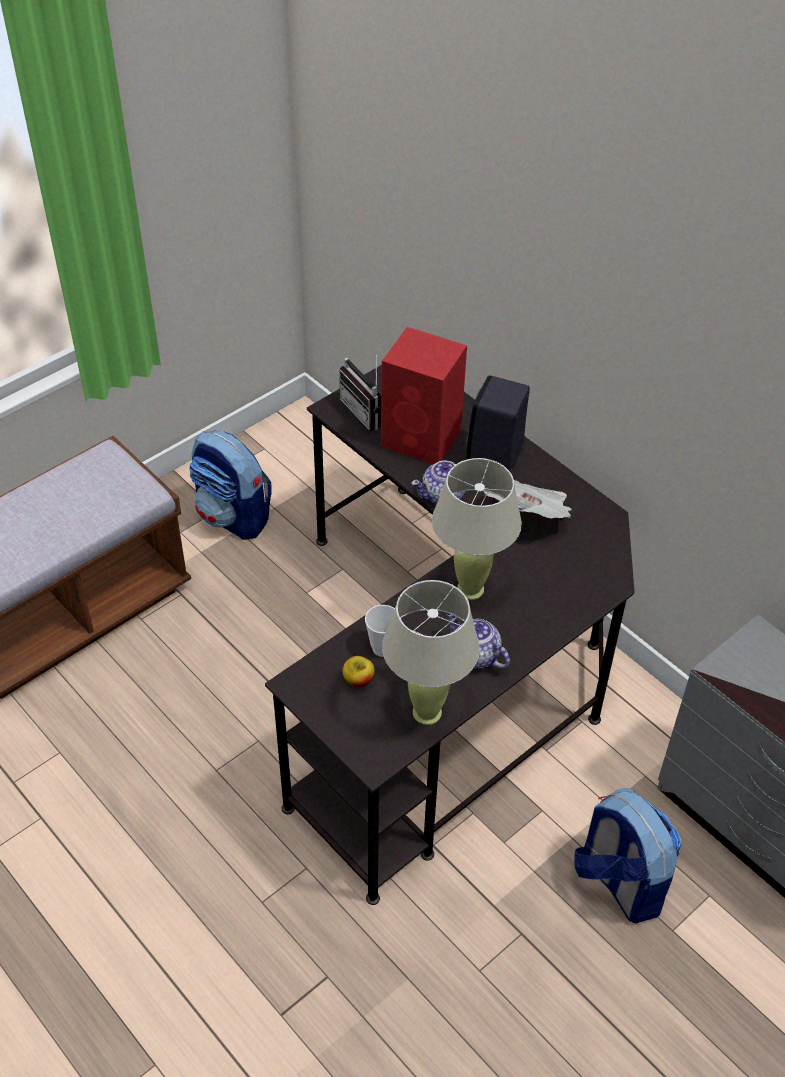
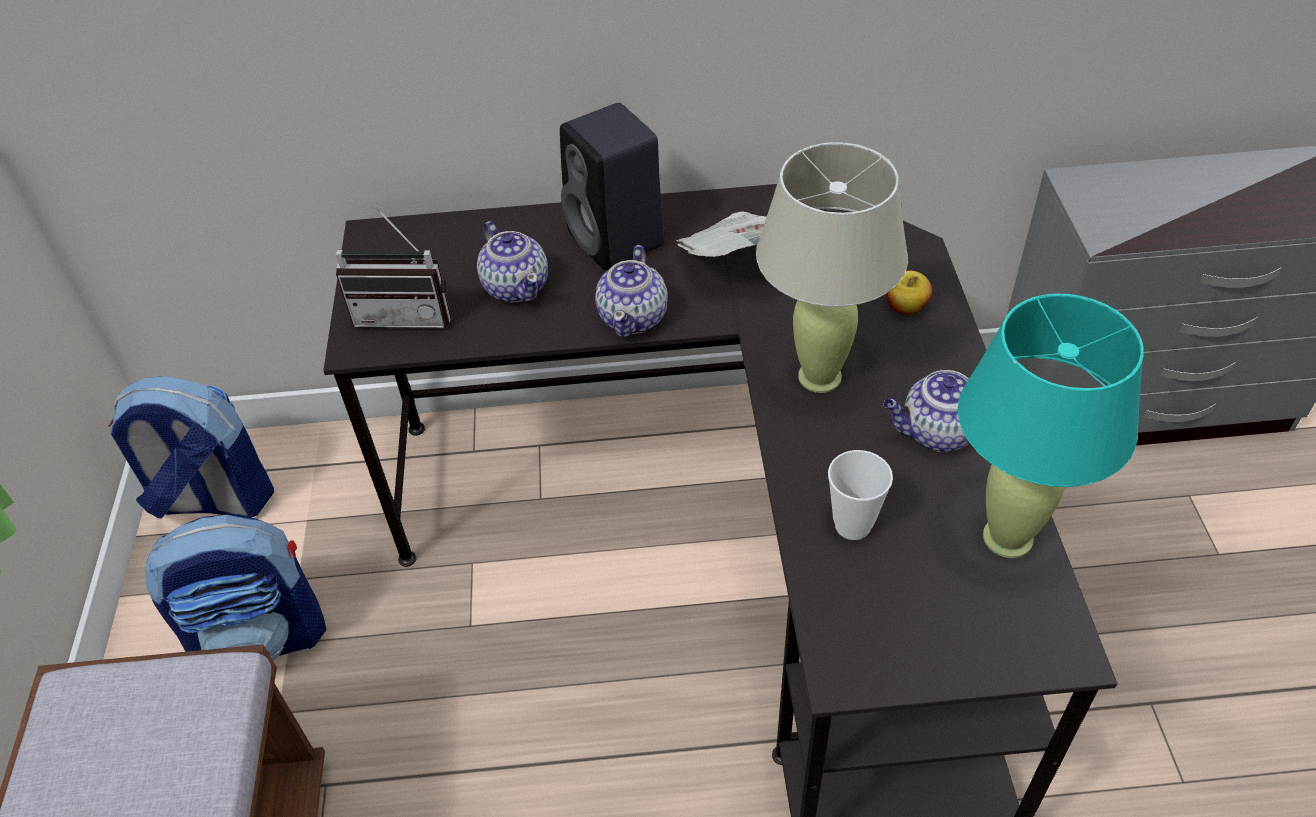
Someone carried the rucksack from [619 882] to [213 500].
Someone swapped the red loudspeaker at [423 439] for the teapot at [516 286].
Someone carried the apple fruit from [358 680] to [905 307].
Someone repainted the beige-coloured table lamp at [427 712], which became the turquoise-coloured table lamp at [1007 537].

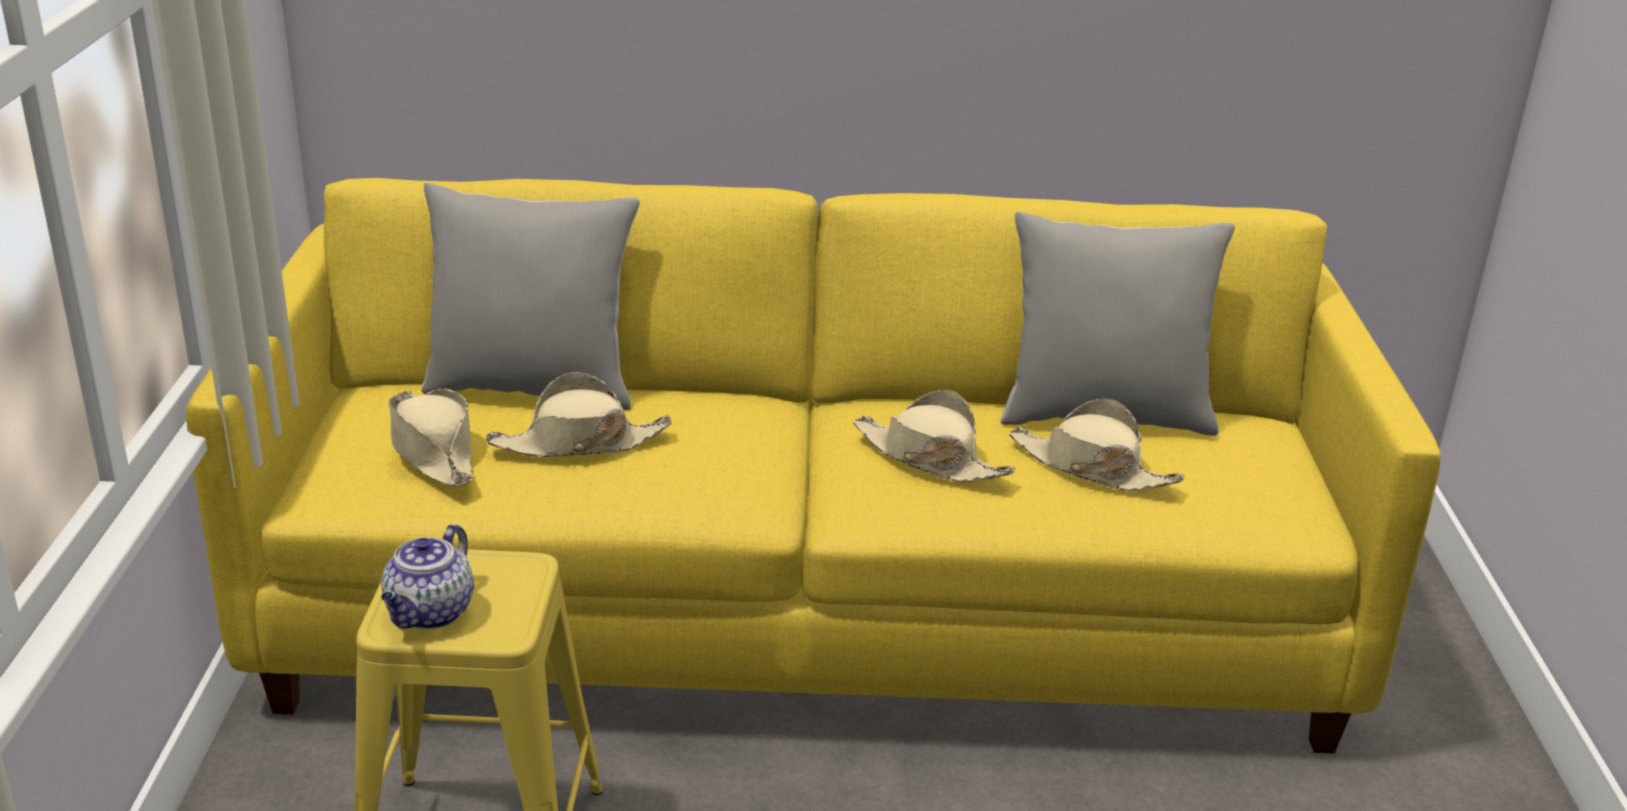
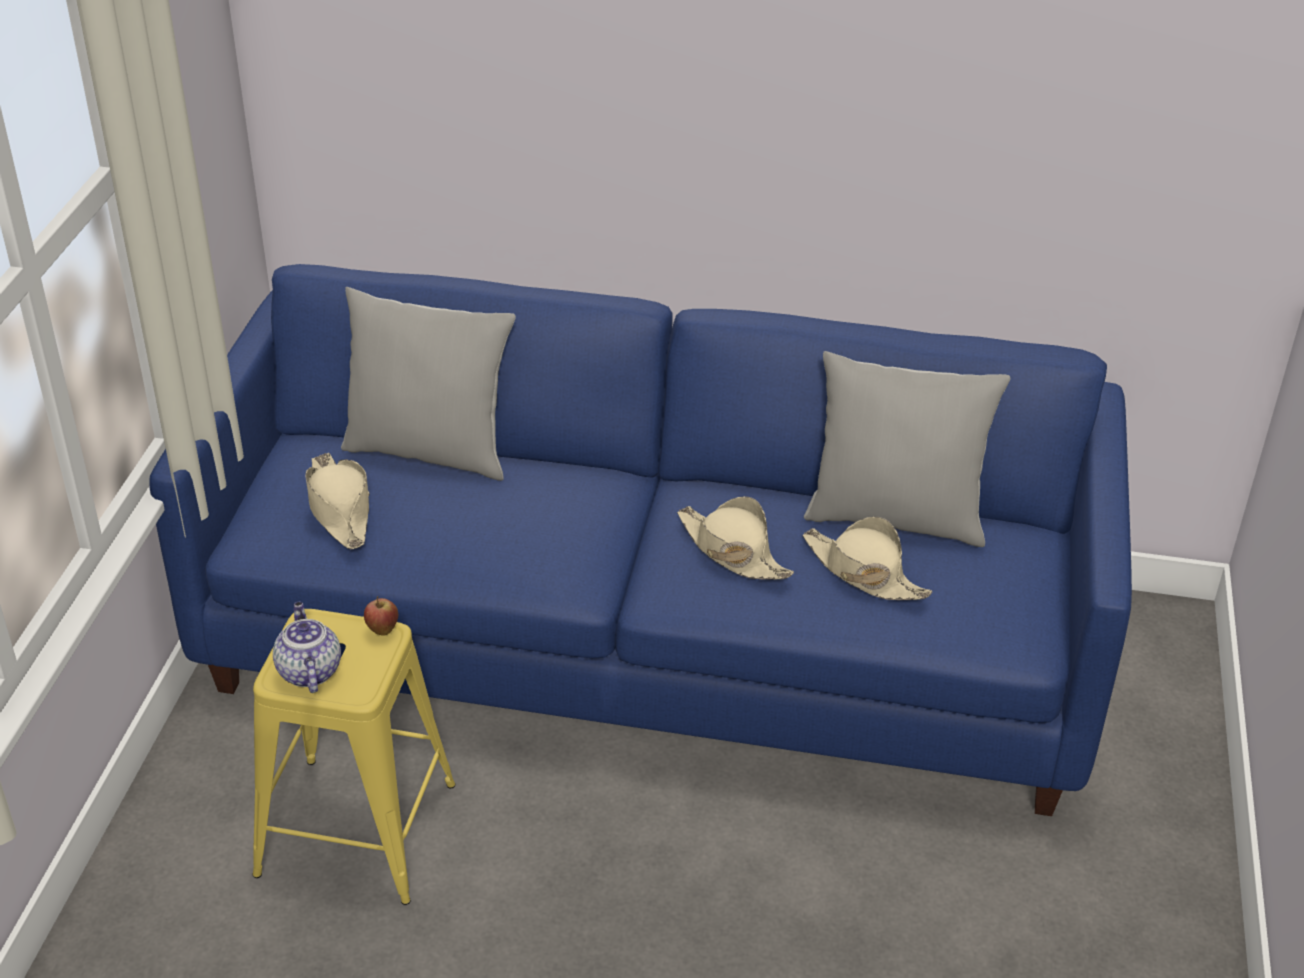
Someone repainted the yellow-coloured sofa at [806 614], which became the blue-coloured sofa at [650 642].
Someone rotated the teapot at [430 614] by 135 degrees clockwise.
Someone put down the apple fruit at [382 630].
Someone took away the beige-coloured wearable hat at [579 443].

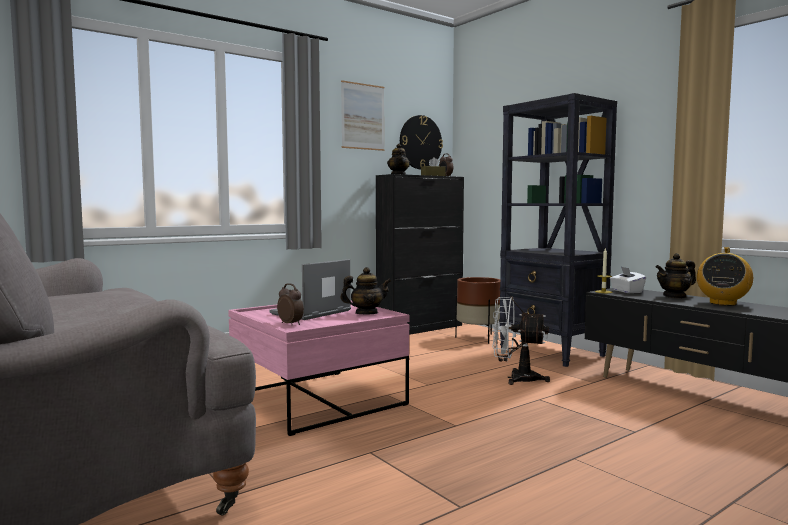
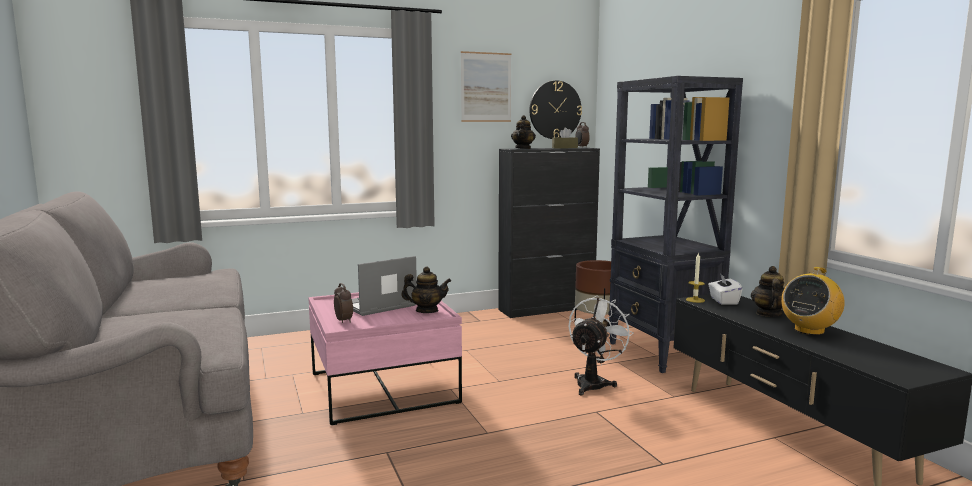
Someone rotated the white electric fan at [516 378] by 90 degrees clockwise.
Someone rotated the teapot at [675 296] by 105 degrees clockwise.

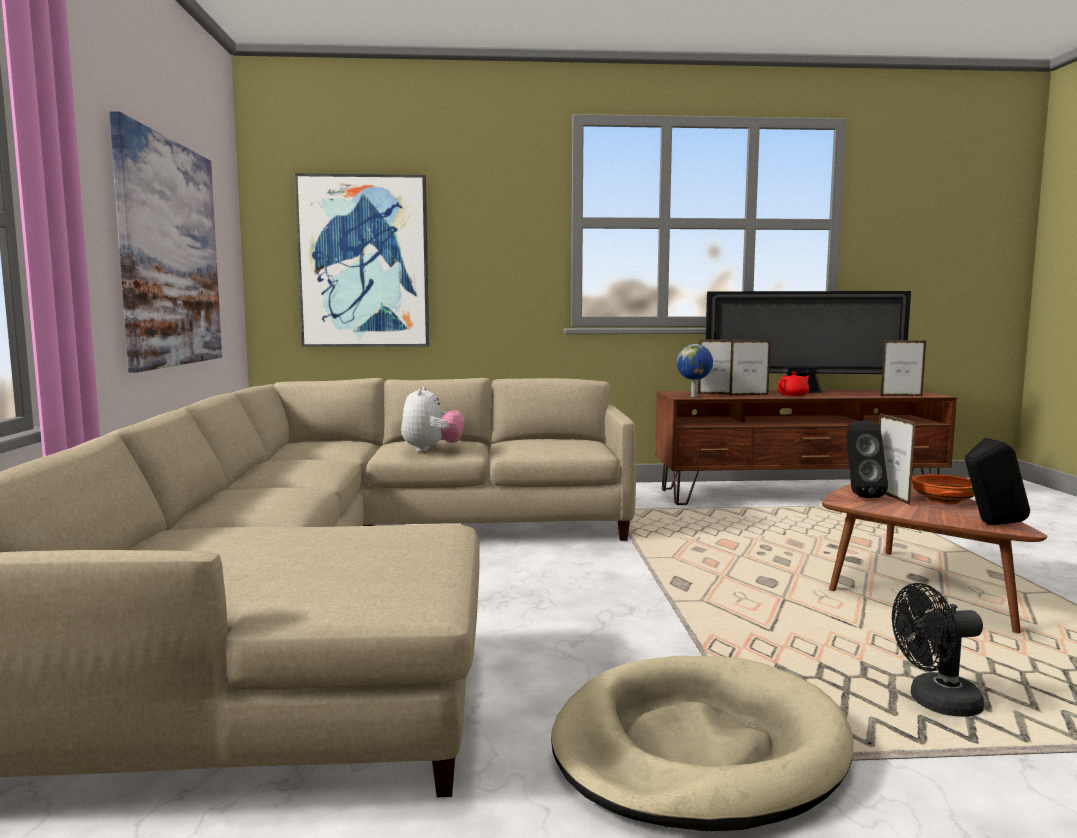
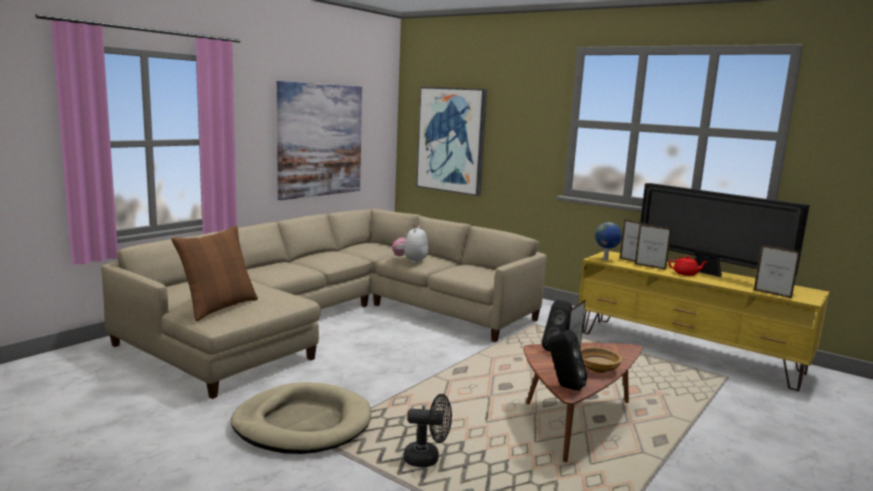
Someone put down the brown-coloured pillow at [219 307].
Someone rotated the plush toy at [431 449] by 150 degrees clockwise.
Someone rotated the black electric fan at [935 703] by 150 degrees clockwise.
Someone repainted the brown-coloured tv unit at [797 495], which became the yellow-coloured tv unit at [688 352].
Someone repainted the orangey serving bowl at [943 500], which became the beige-coloured serving bowl at [598 368].

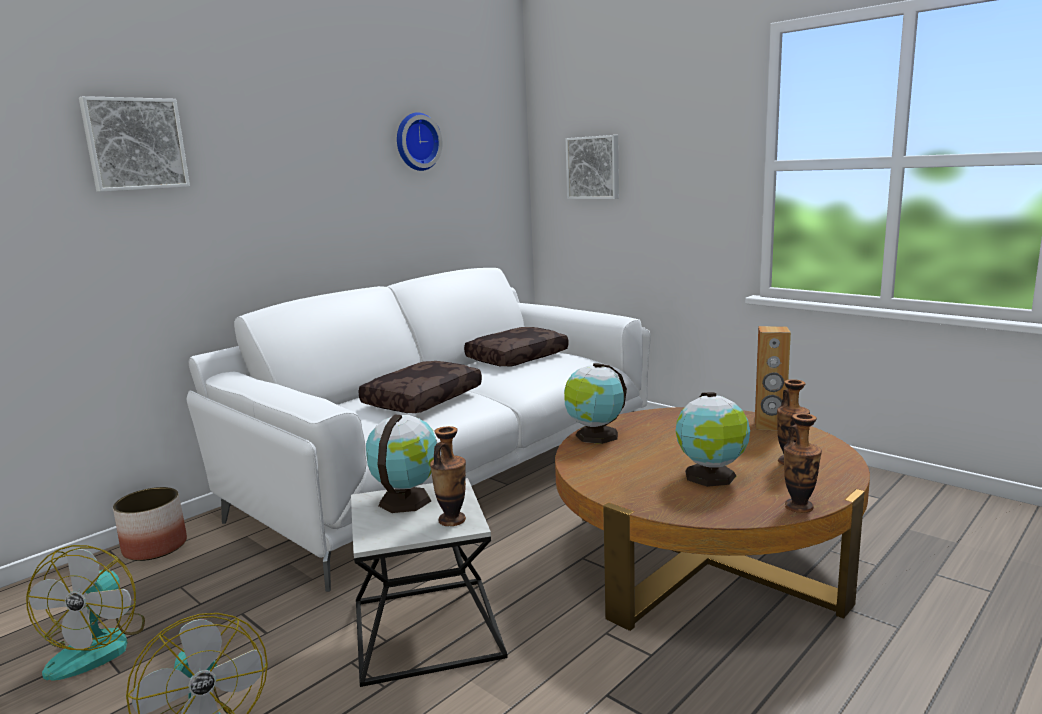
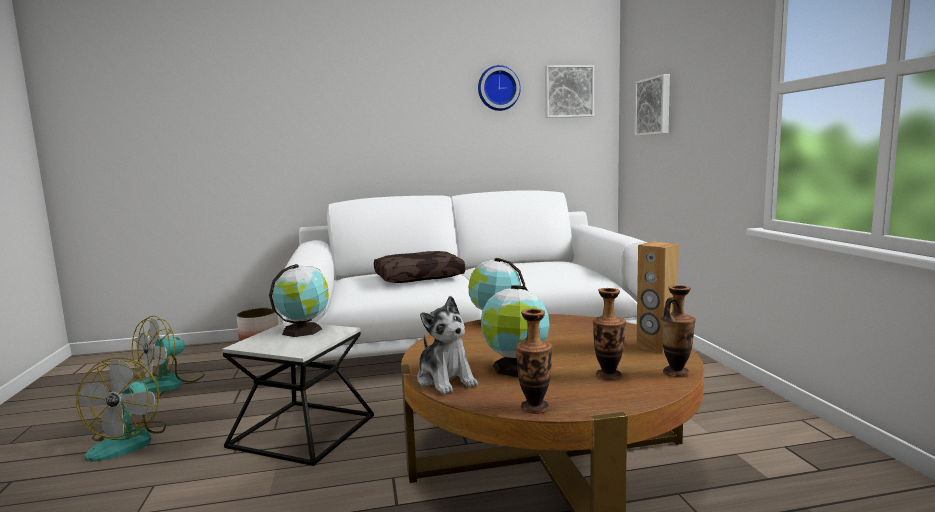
Someone put down the plush toy at [445 380].
Someone carried the wall picture from [135 144] to [568 92].
Someone carried the decorative vase from [452 520] to [676 373].
Someone took away the brown-coloured pillow at [516 357].

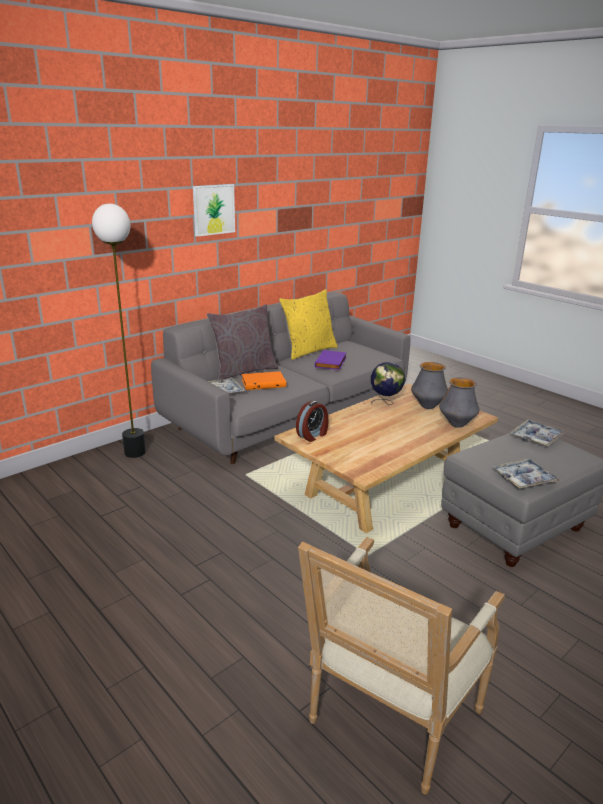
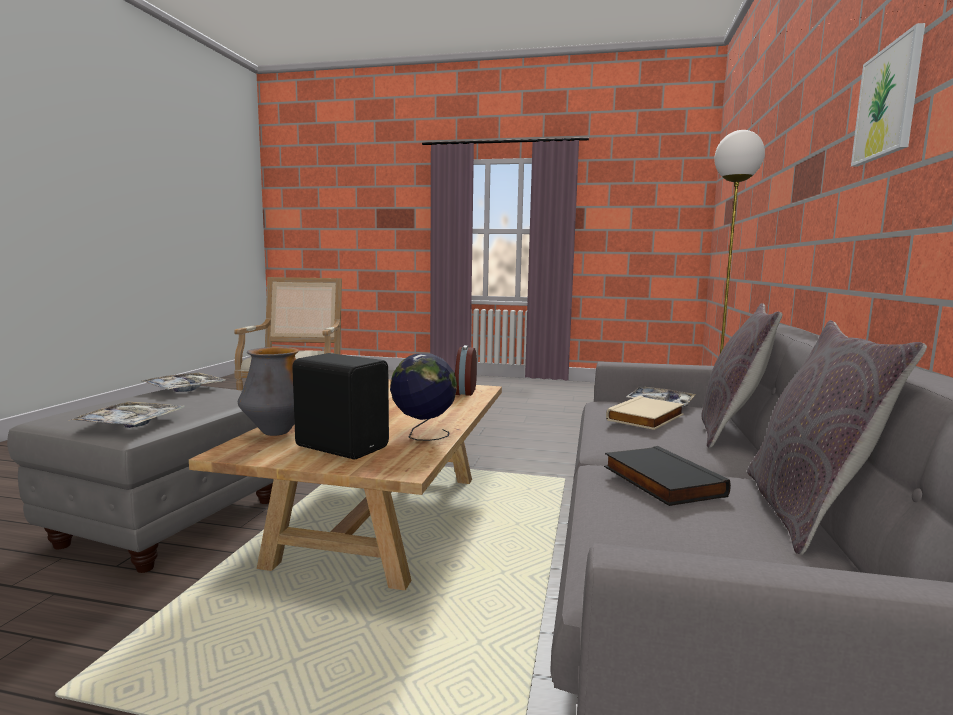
Someone swapped the decorative vase at [427 406] for the black loudspeaker at [343 446].
Someone repainted the purple volume at [331 362], which became the black volume at [659 481].
Someone repainted the orangey volume at [263 383], which became the beige-coloured volume at [647 418].
Someone repainted the yellow-coloured pillow at [308 351], which became the gray pillow at [806 512].

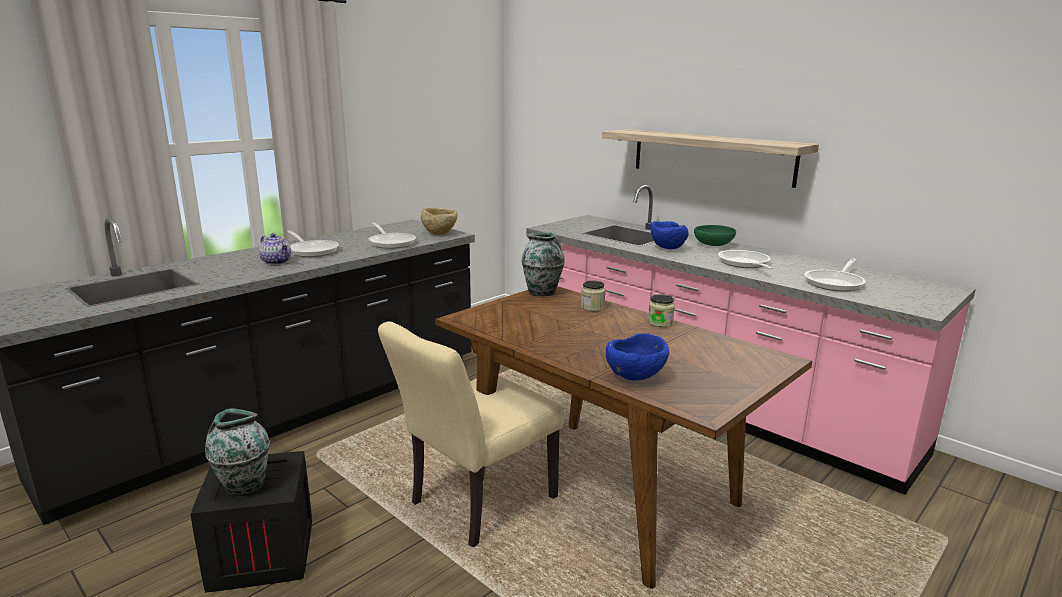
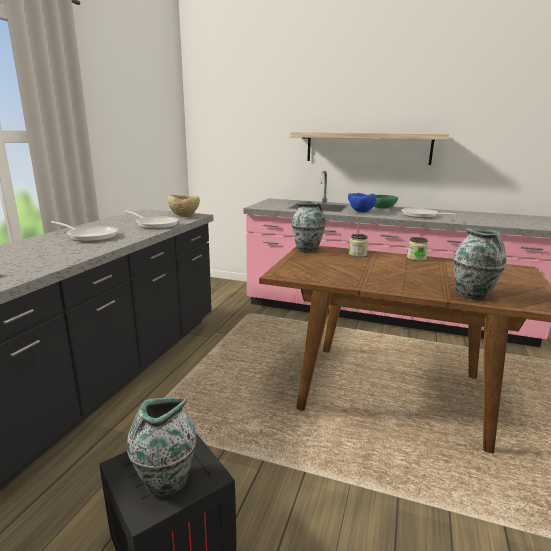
Someone swapped the blue-coloured serving bowl at [635 379] for the decorative vase at [472 295].
Someone took away the teapot at [277 262].
Someone took away the beige-coloured plain chair at [475 505].
Someone took away the pan at [836 283].

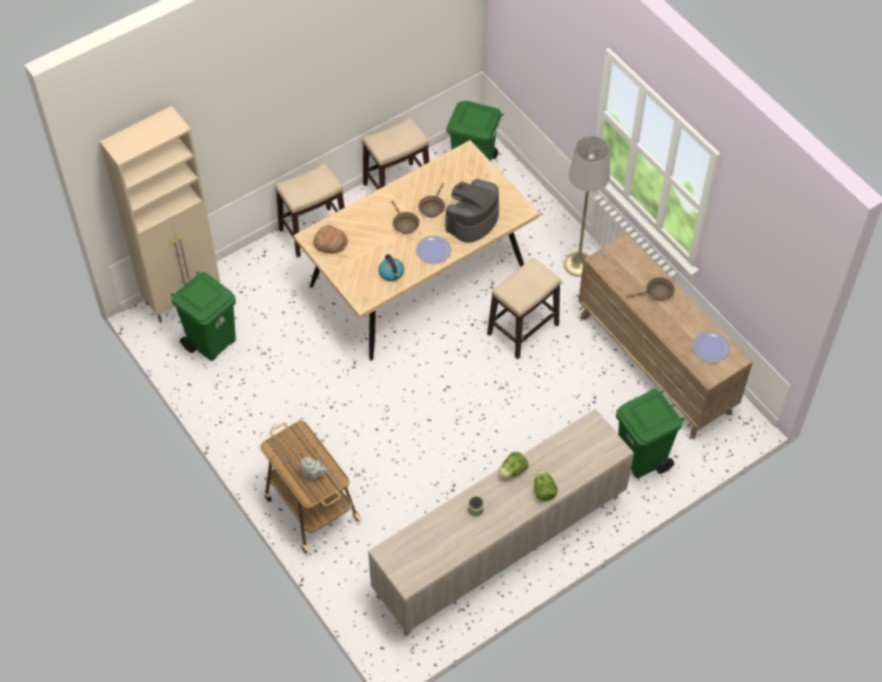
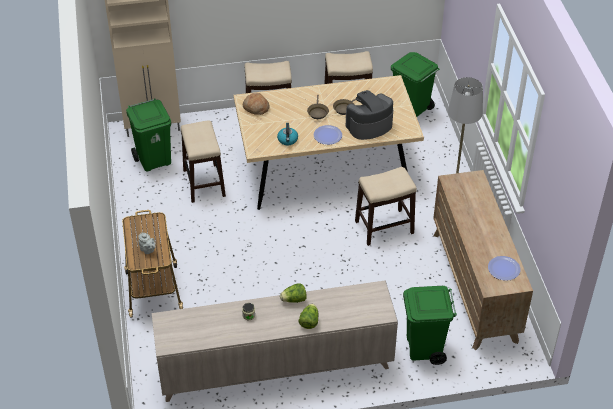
Someone put down the stool at [204 182].
Someone took away the brown-coloured pan at [657 292].

